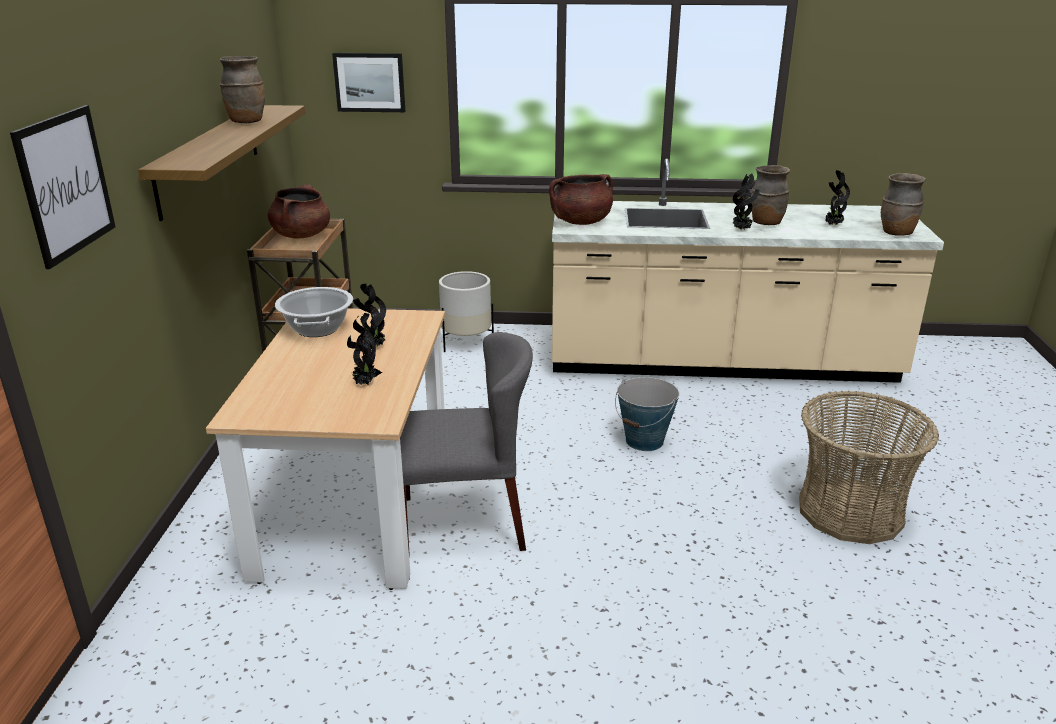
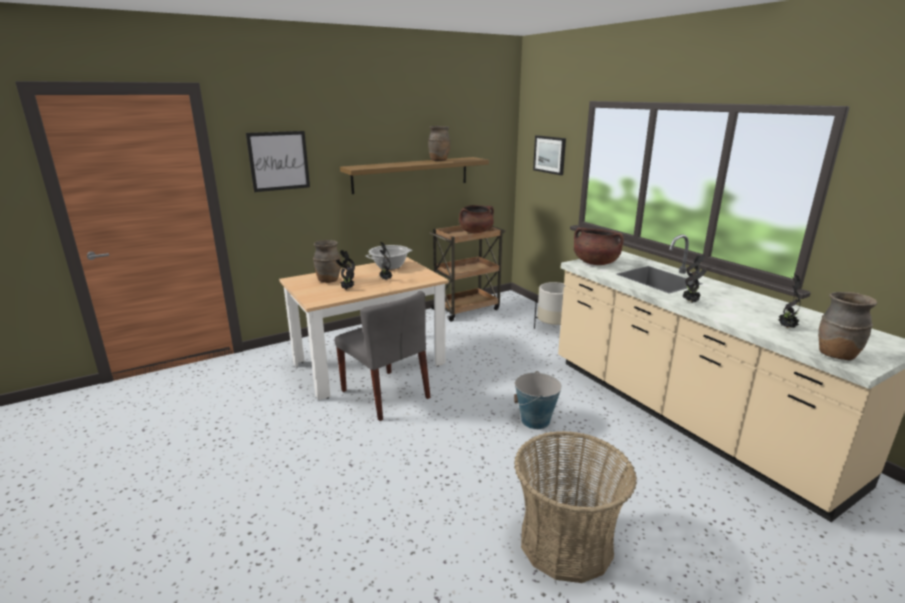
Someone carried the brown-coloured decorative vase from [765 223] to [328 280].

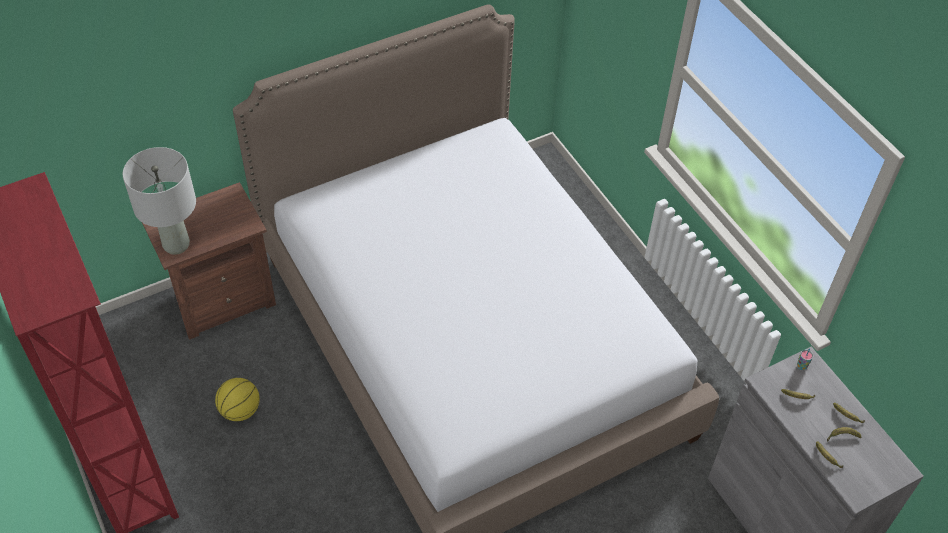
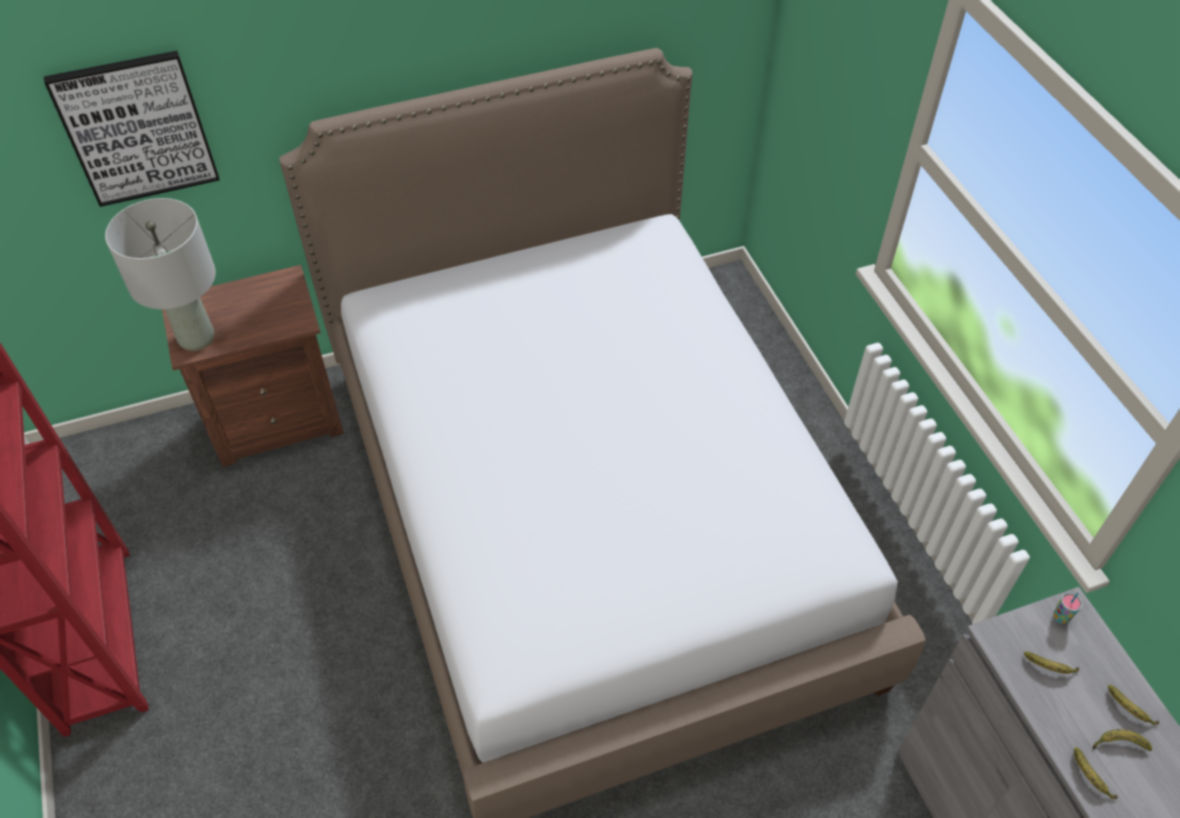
Someone put up the wall picture at [136 128].
Someone took away the basketball at [240 411].

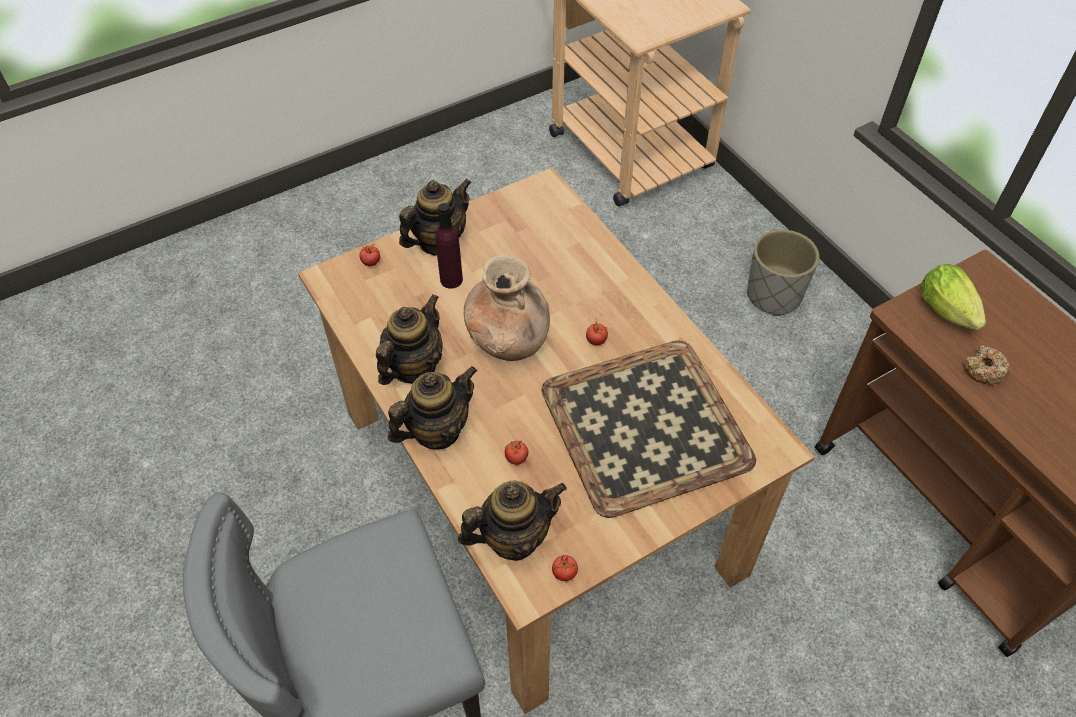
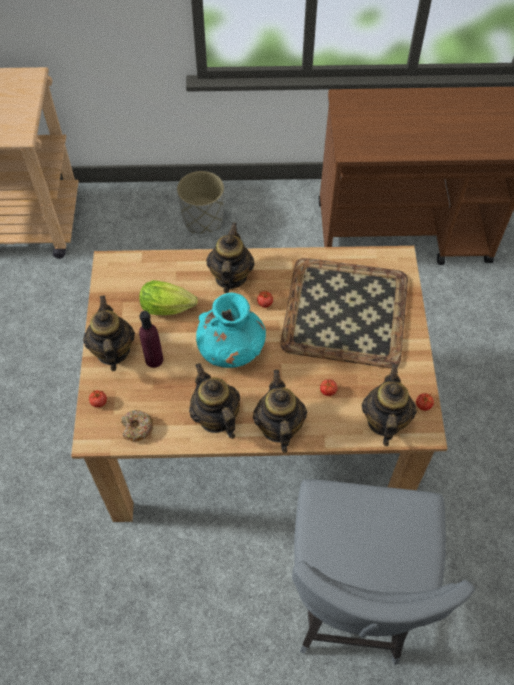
Someone carried the ring doughnut from [984 370] to [137 428].
Someone carried the head of lettuce from [949 314] to [170 308].
Someone repainted the brown-coloured decorative vase at [508 340], which became the turquoise-coloured decorative vase at [232 351].
Someone put down the teapot at [230 277].

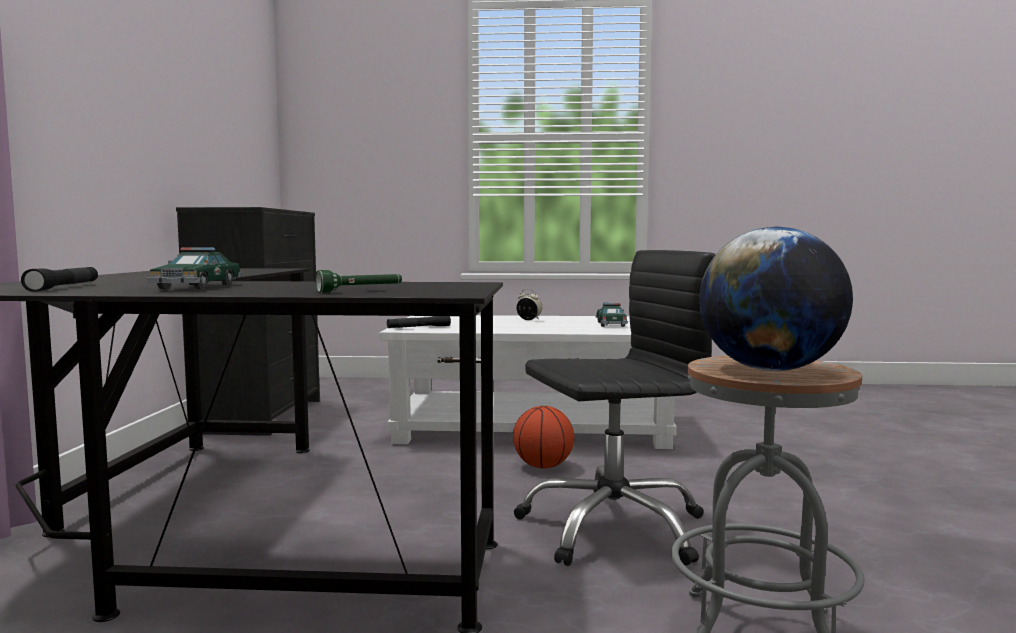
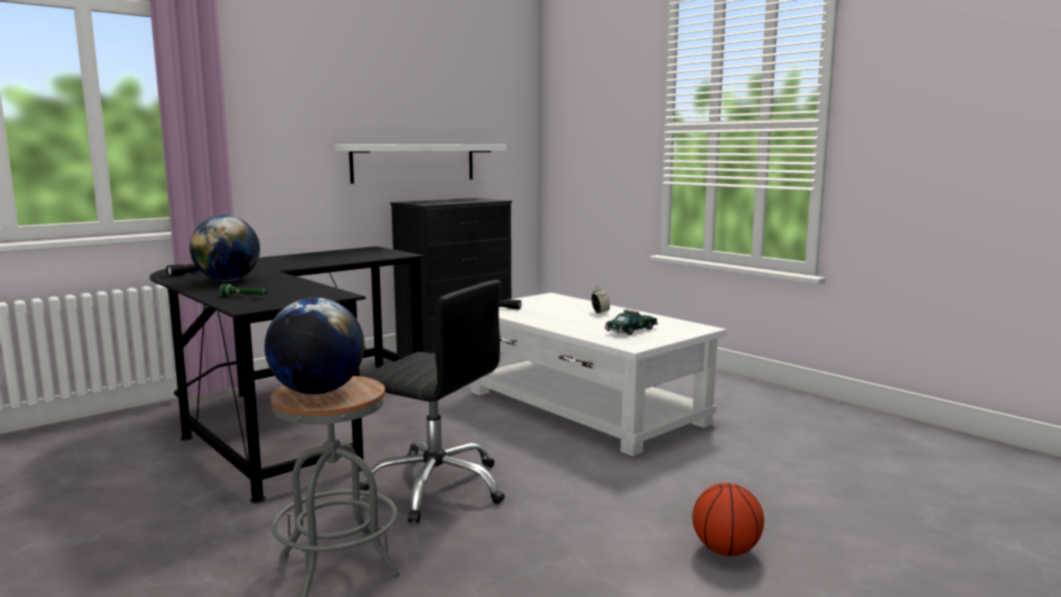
Someone swapped the toy car at [198 287] for the globe at [228 280].
Someone put up the white wall shelf at [414 163].
Someone carried the basketball from [543 467] to [725 551].

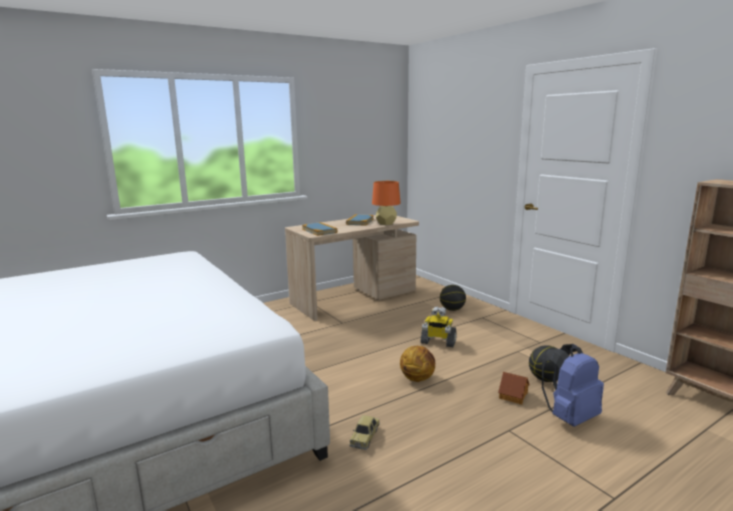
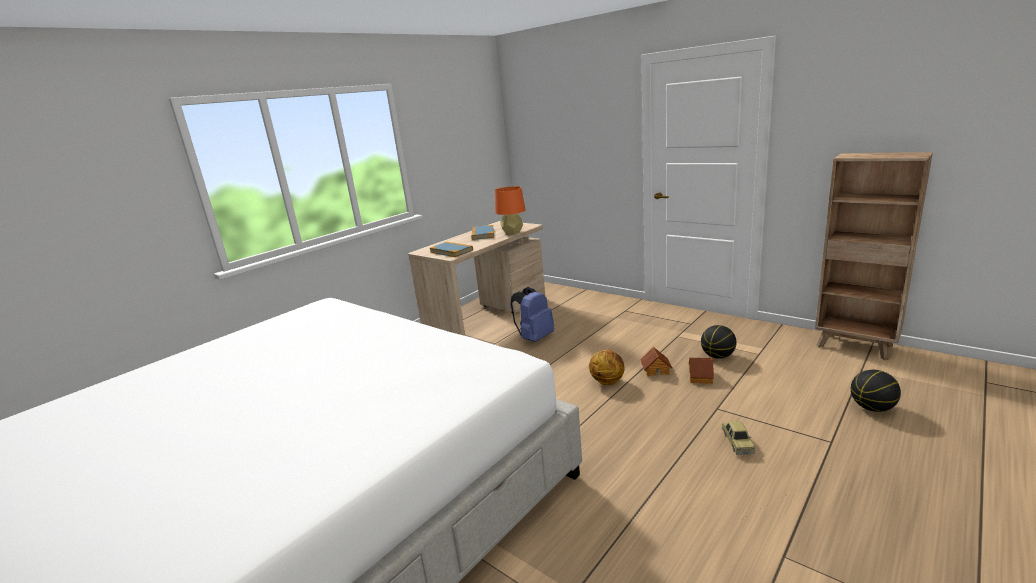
Someone carried the blue-coloured rucksack from [569 417] to [534 338].
Someone put down the miniature house at [656 370].
Someone carried the toy car from [365 437] to [737 442].
Someone carried the basketball from [452 309] to [872 408].
Someone took away the robot figure at [438 342].

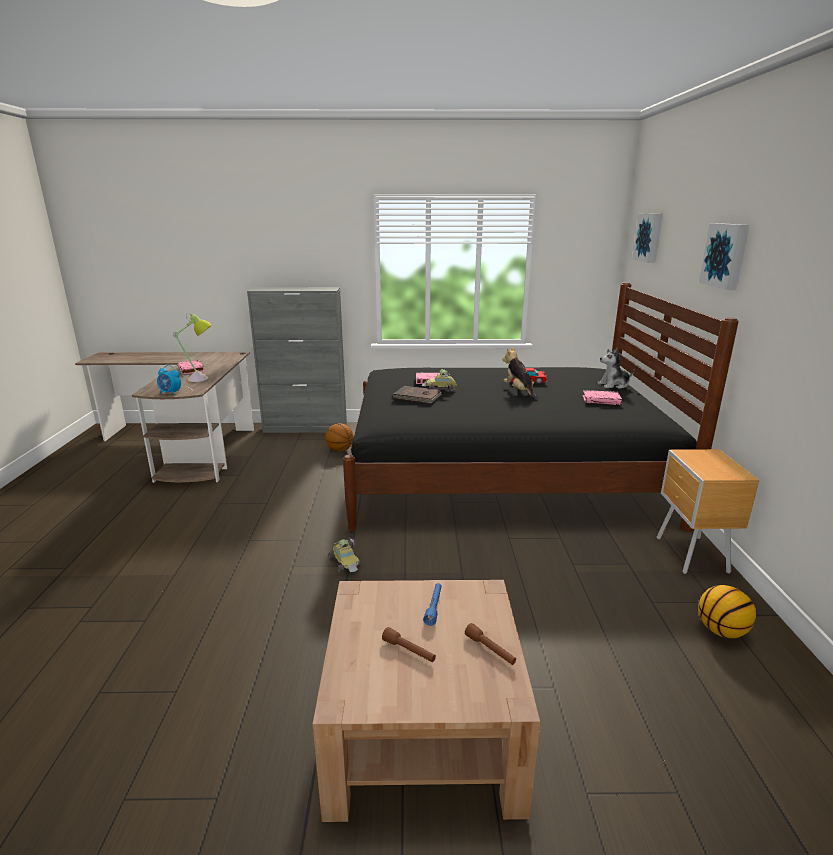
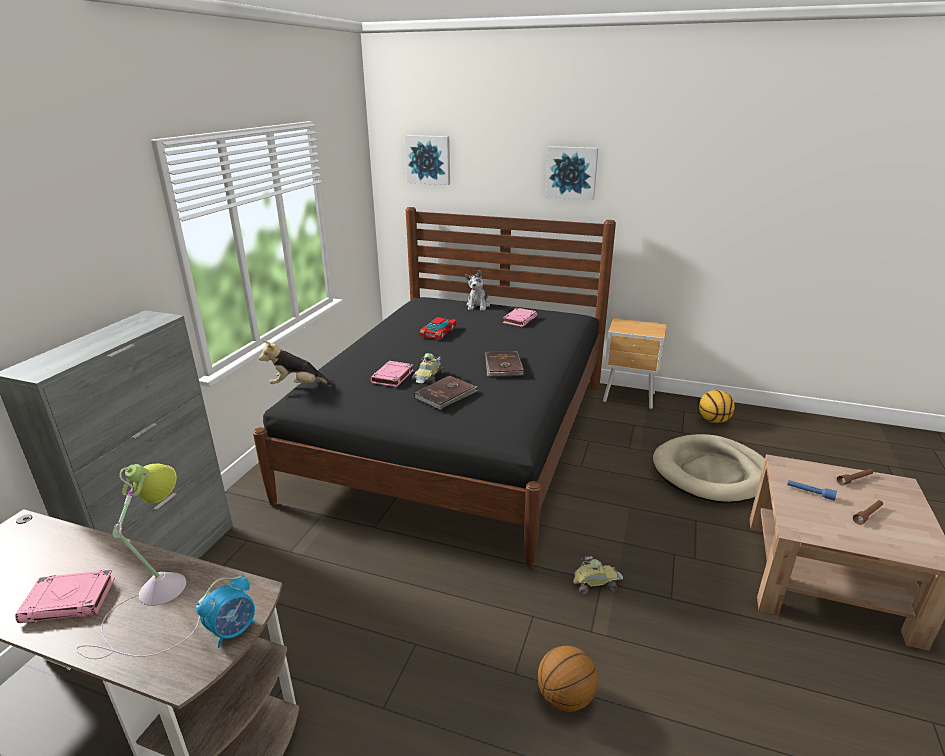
Someone carried the plush toy from [519 391] to [298 386].
Someone put down the brown-coloured volume at [503 366].
Someone carried the basketball from [340 450] to [565 697].
Someone put down the beige-coloured pet bed at [712 473].

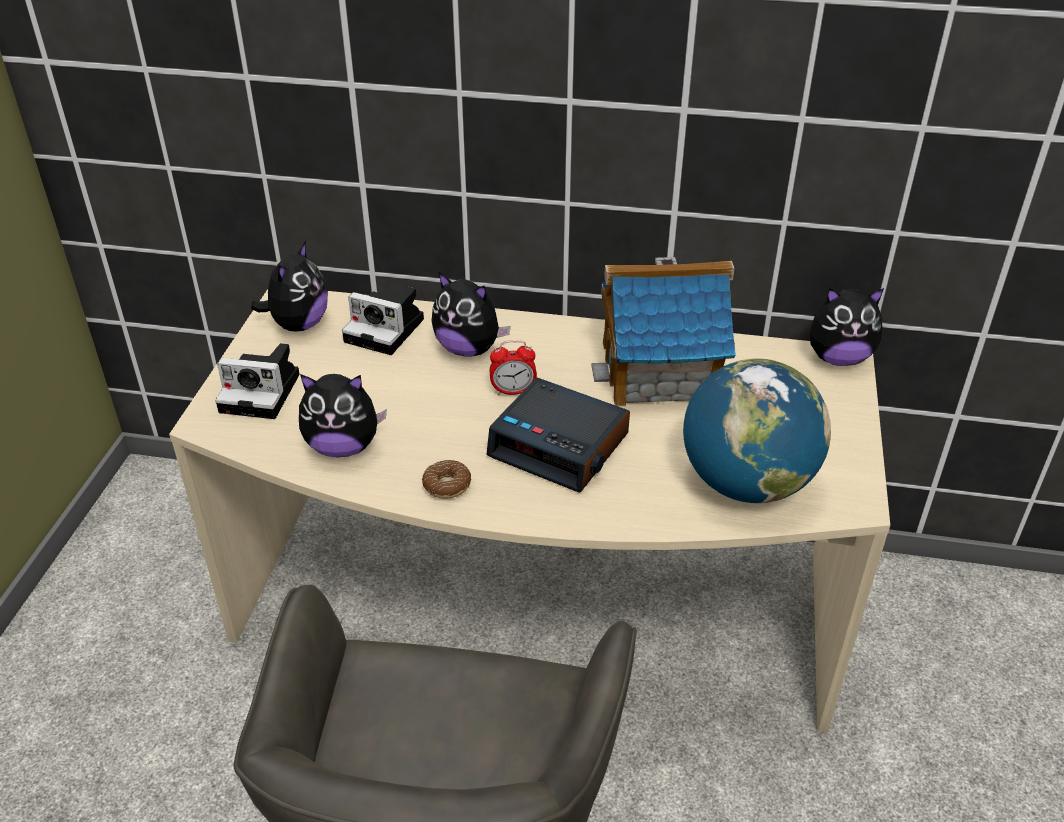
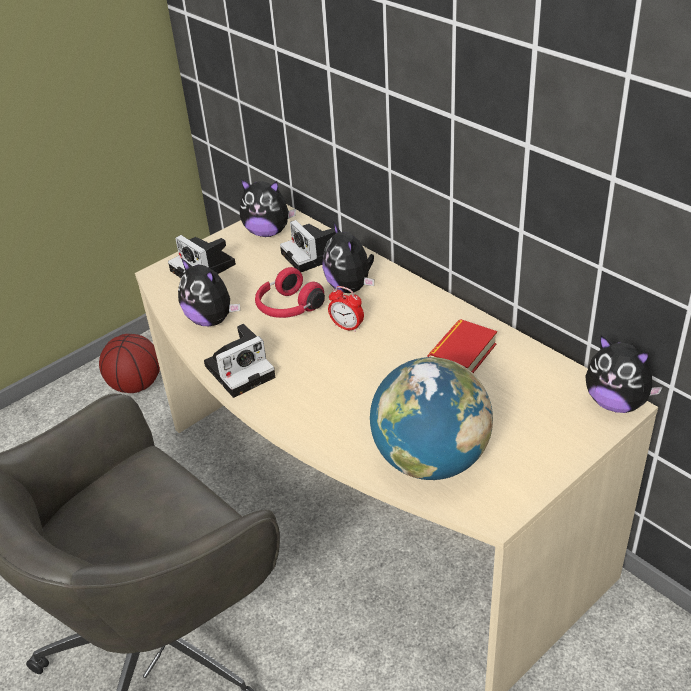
Someone put down the basketball at [136 385].
Someone swapped the ring doughnut at [447 485] for the photo camera at [241 370].
Someone rotated the plush toy at [298 324] by 45 degrees clockwise.
Someone put down the red pair of headphones at [288 308].
Someone swapped the miniature house at [660 371] for the volume at [462 355].
Someone took away the bedside clock at [560 445].

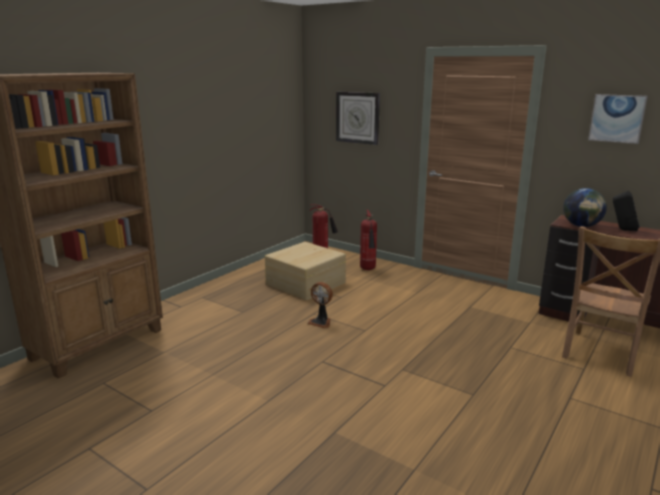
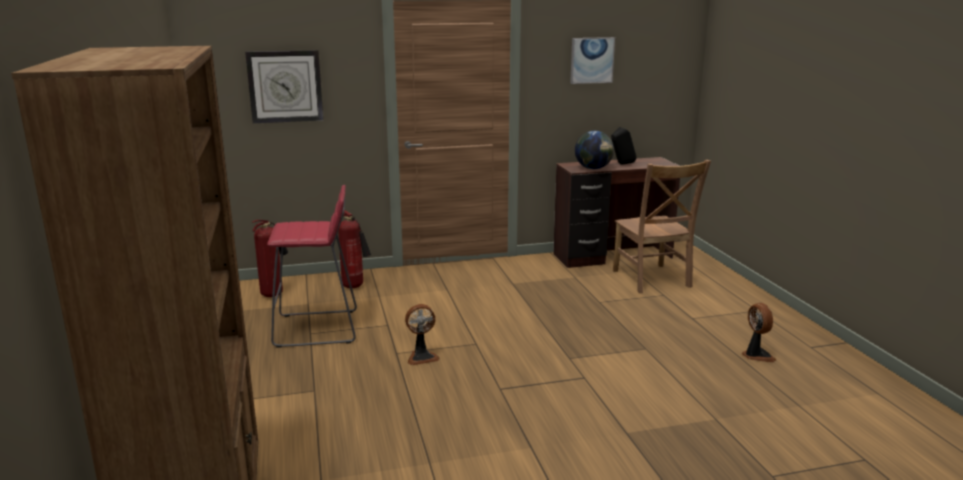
Someone swapped the beige-coloured storage box at [305 283] for the red stool at [317 329].
Someone put down the electric fan at [756 355].

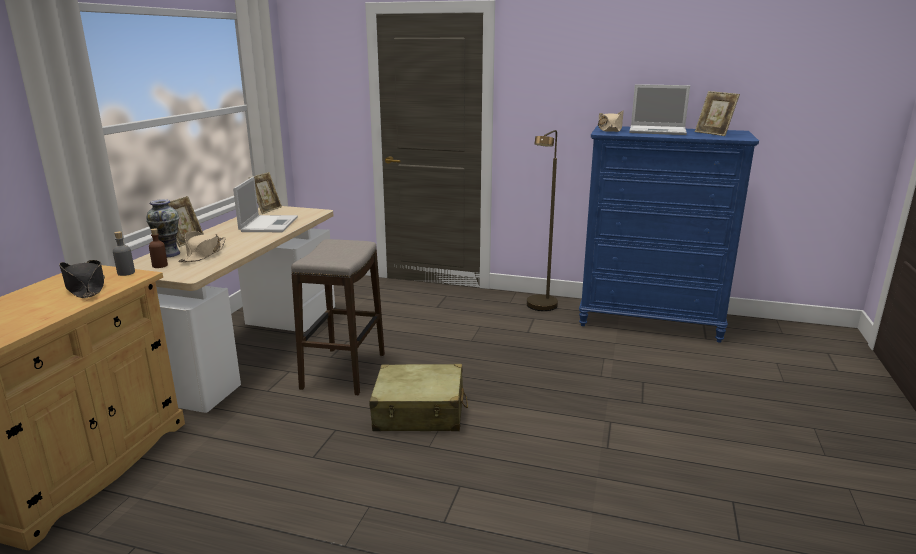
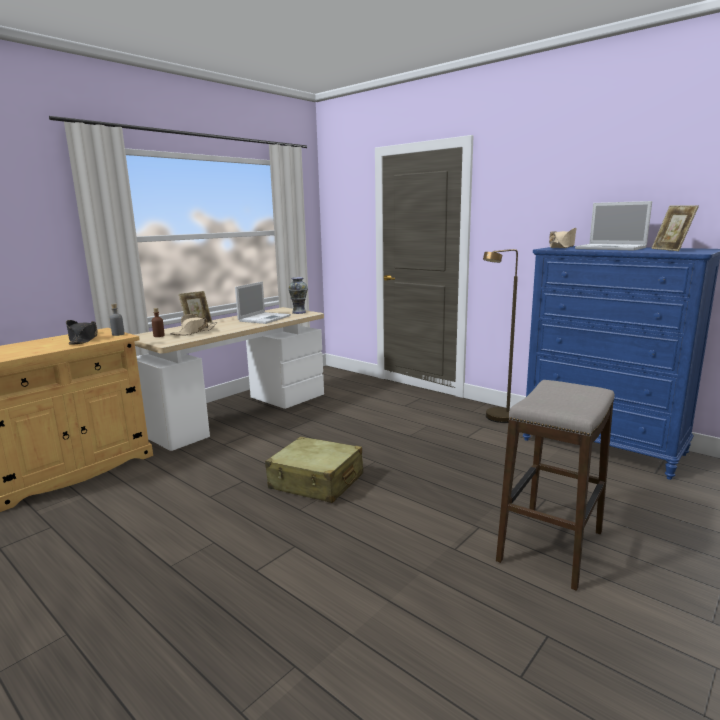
Someone carried the decorative vase from [168 254] to [299 312].
Someone carried the stool from [344 371] to [551 546].
Someone took away the picture frame at [267 210].

